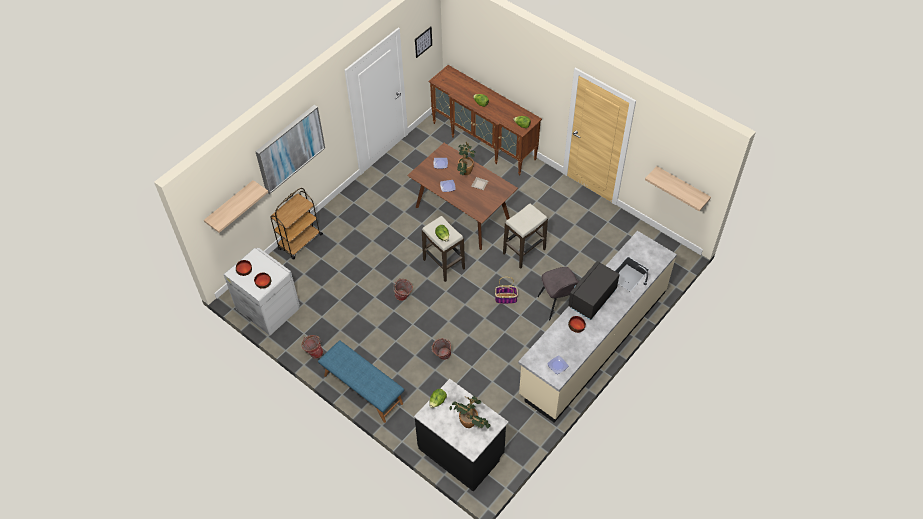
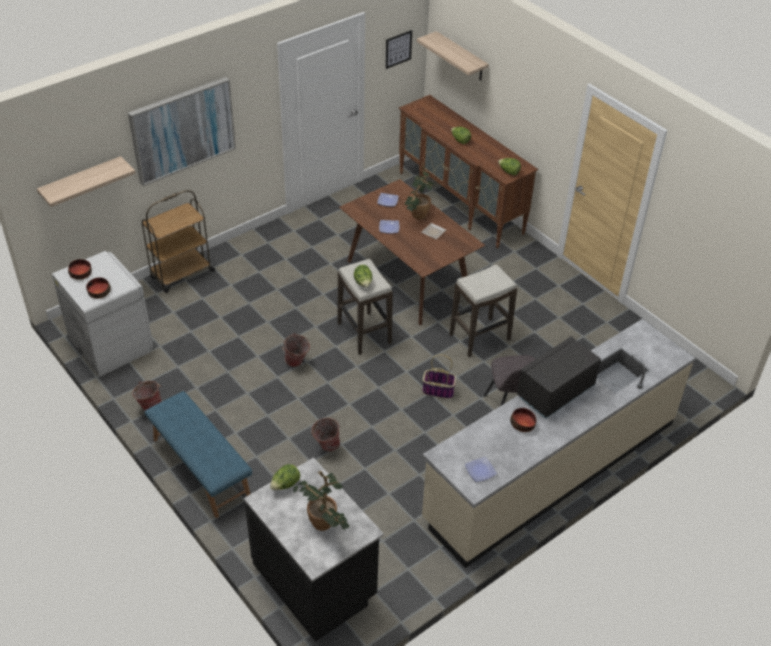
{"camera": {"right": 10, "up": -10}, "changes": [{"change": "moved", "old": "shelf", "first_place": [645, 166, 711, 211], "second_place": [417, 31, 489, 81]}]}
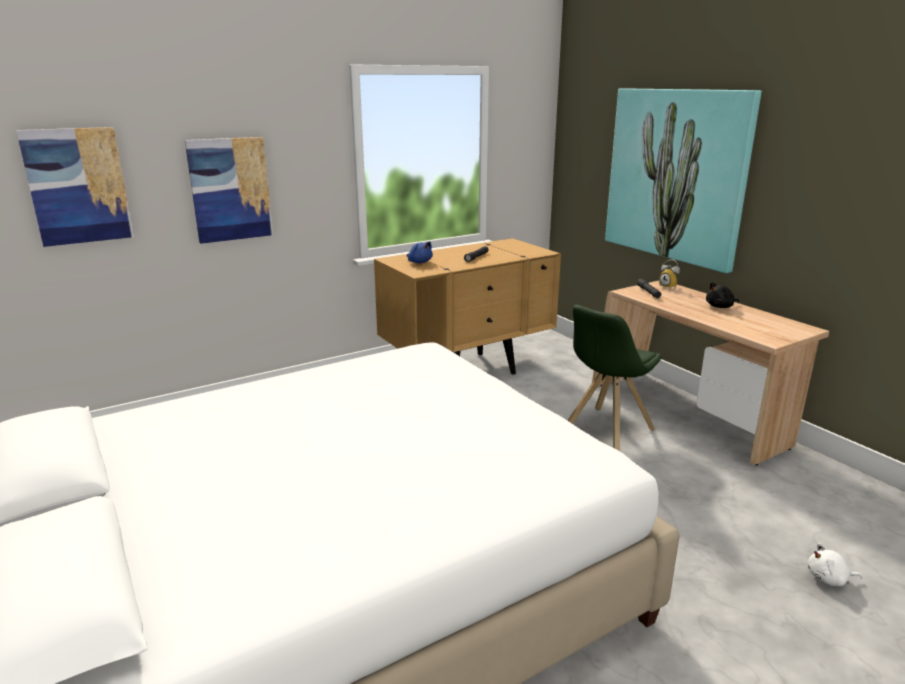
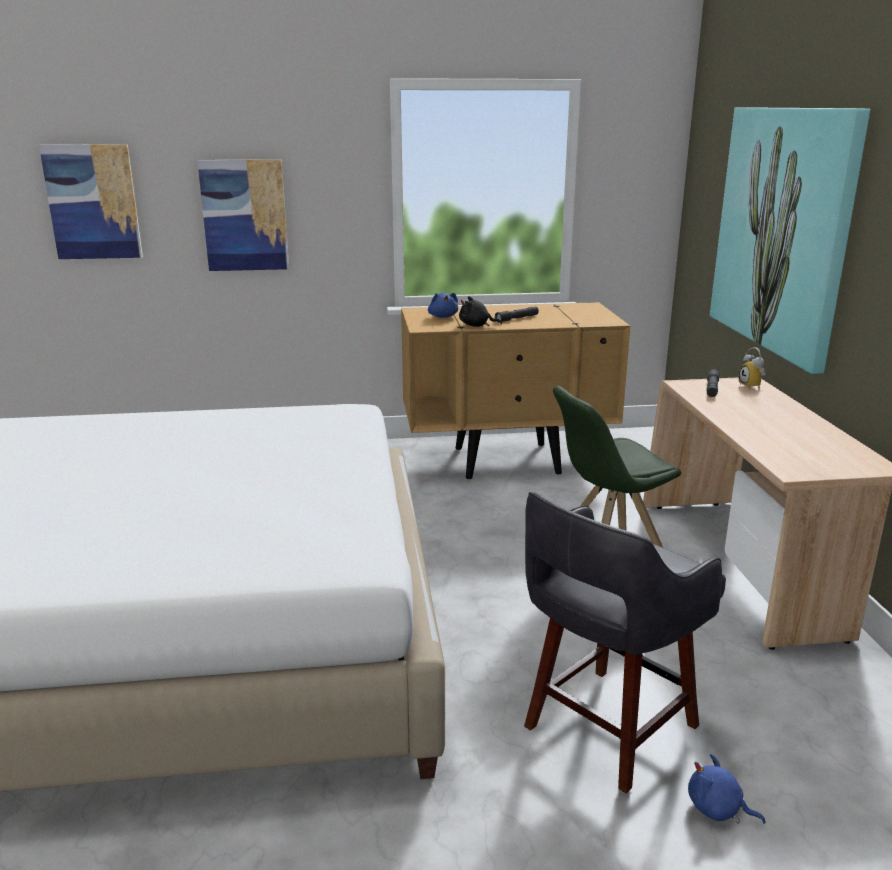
{"camera": {"right": 25, "up": 0}, "changes": [{"change": "moved", "old": "black plush toy", "first_place": [706, 282, 739, 308], "second_place": [459, 296, 502, 327]}, {"change": "added", "new": "grey stool", "second_place": [524, 492, 726, 793]}, {"change": "recoloured", "old": "white plush toy", "new": "blue plush toy", "first_place": [808, 543, 863, 586], "second_place": [688, 754, 766, 824]}]}
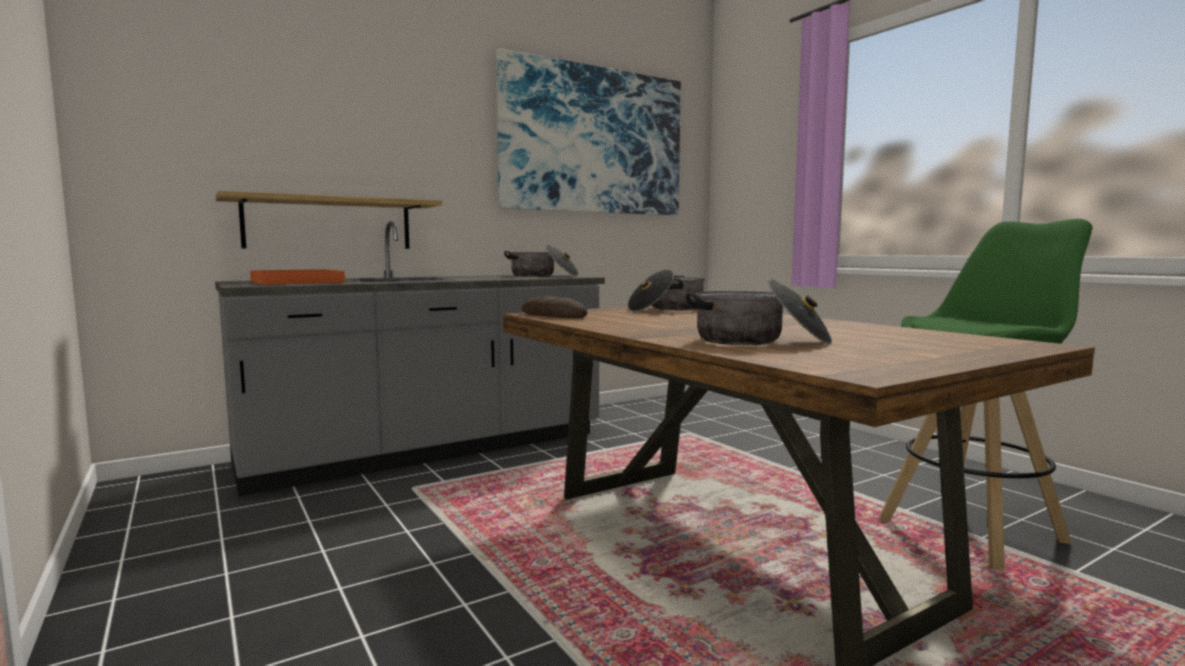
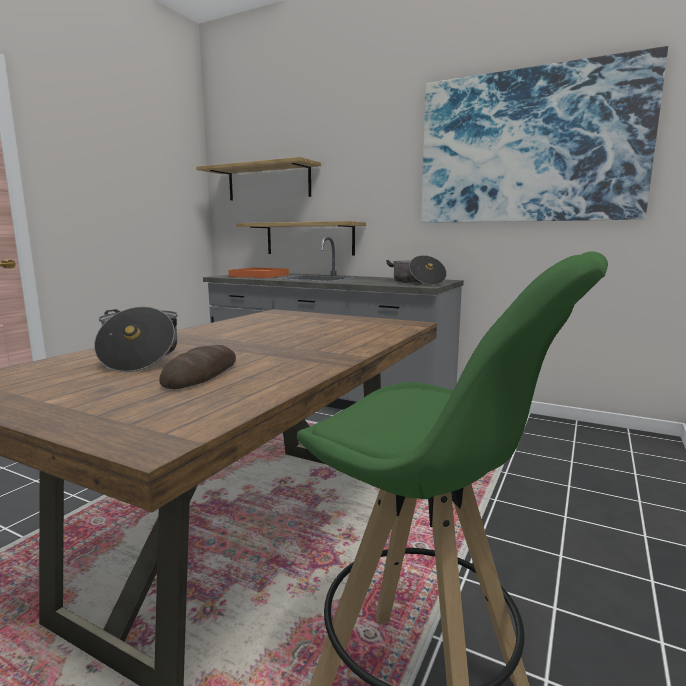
{"camera": {"right": 60, "up": 5}, "changes": [{"change": "moved", "old": "bread", "first_place": [522, 296, 587, 318], "second_place": [159, 345, 236, 389]}, {"change": "added", "new": "shelf", "second_place": [196, 157, 321, 200]}, {"change": "removed", "old": "cooking pot", "first_place": [628, 270, 705, 312]}]}
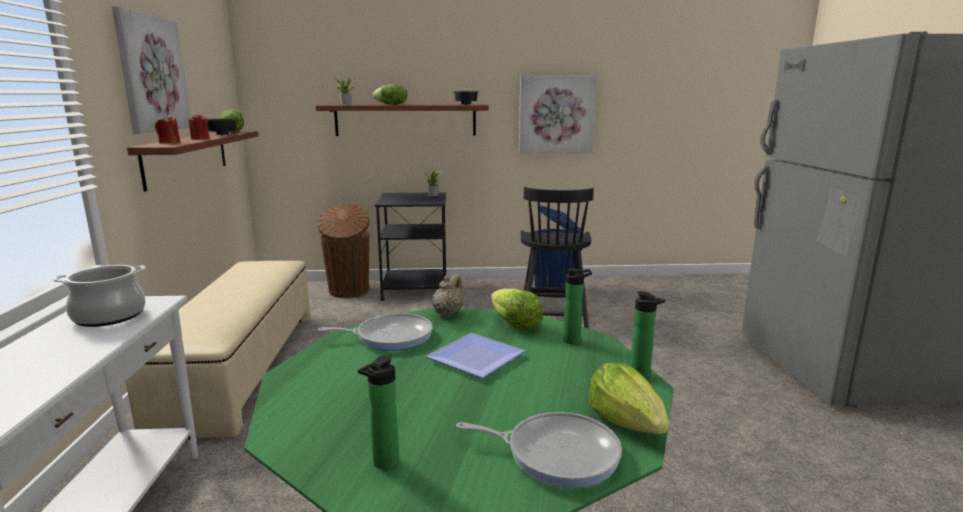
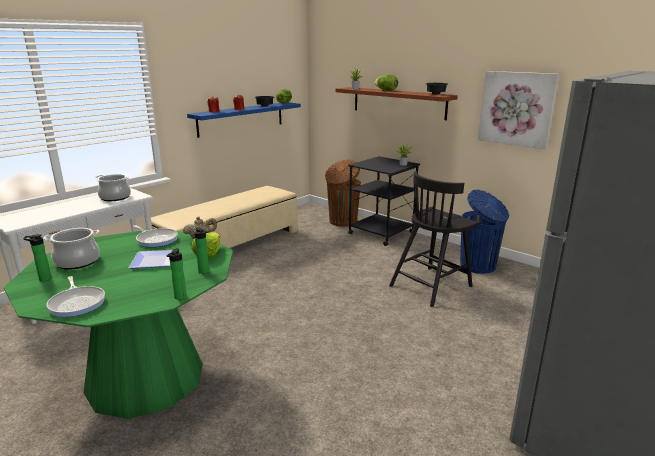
{"camera": {"right": 45, "up": 5}, "changes": [{"change": "added", "new": "cooking pot", "second_place": [43, 228, 100, 270]}, {"change": "recoloured", "old": "brown shelf", "new": "blue shelf", "first_place": [127, 131, 259, 192], "second_place": [187, 102, 301, 138]}, {"change": "removed", "old": "picture", "first_place": [112, 6, 191, 134]}, {"change": "removed", "old": "lettuce", "first_place": [589, 363, 669, 434]}]}
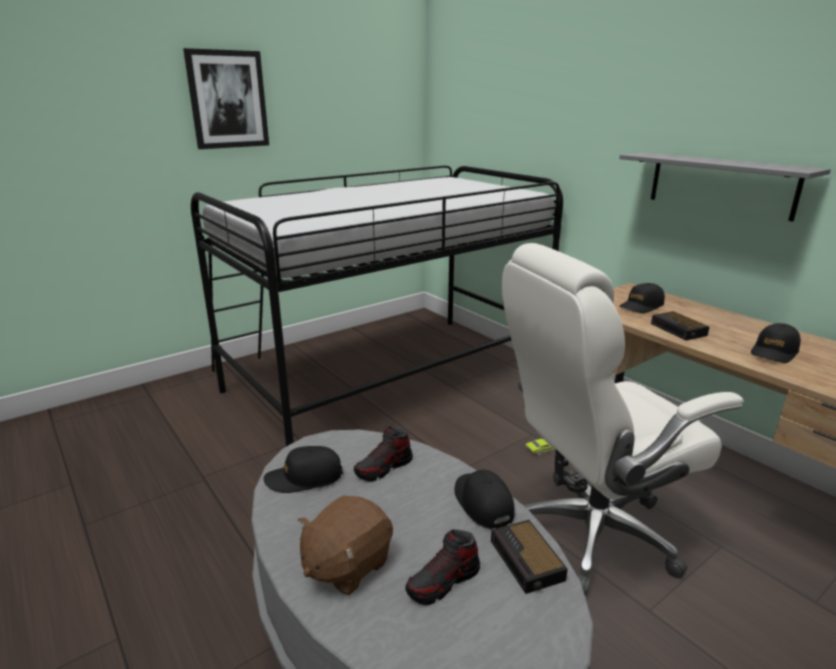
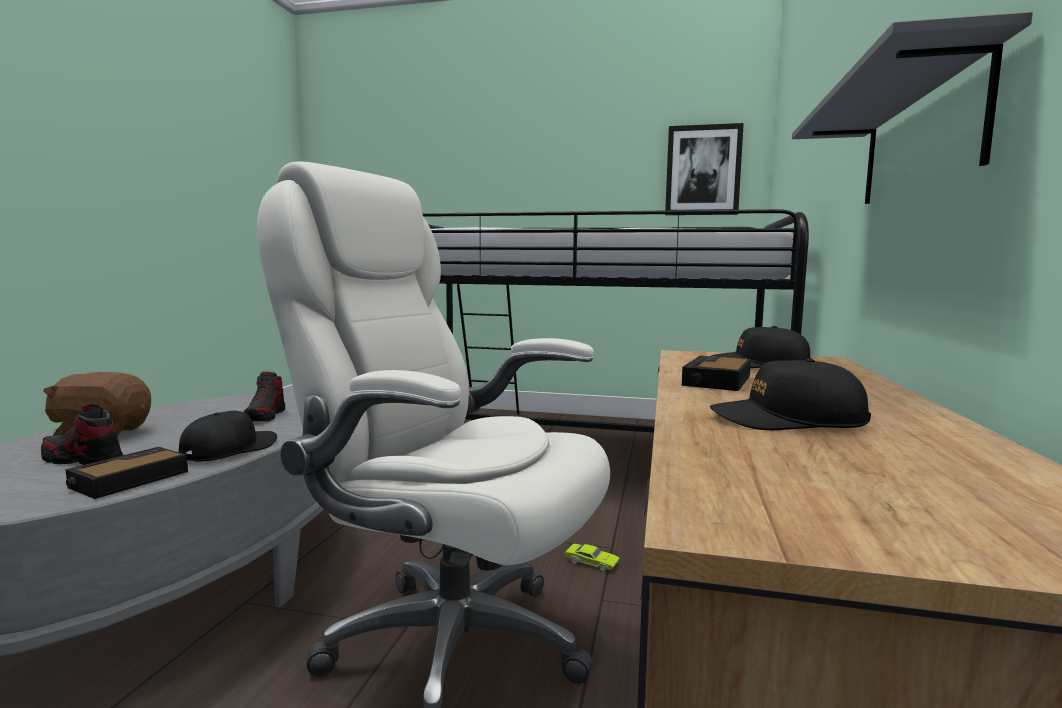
{"camera": {"right": 50, "up": -15}, "changes": [{"change": "turned", "old": "shoe", "first_place": [354, 427, 413, 482], "second_place": [244, 372, 285, 421], "degrees": -105}, {"change": "moved", "old": "picture", "first_place": [183, 48, 269, 149], "second_place": [665, 123, 744, 215]}, {"change": "removed", "old": "black cap", "first_place": [264, 446, 343, 493]}]}
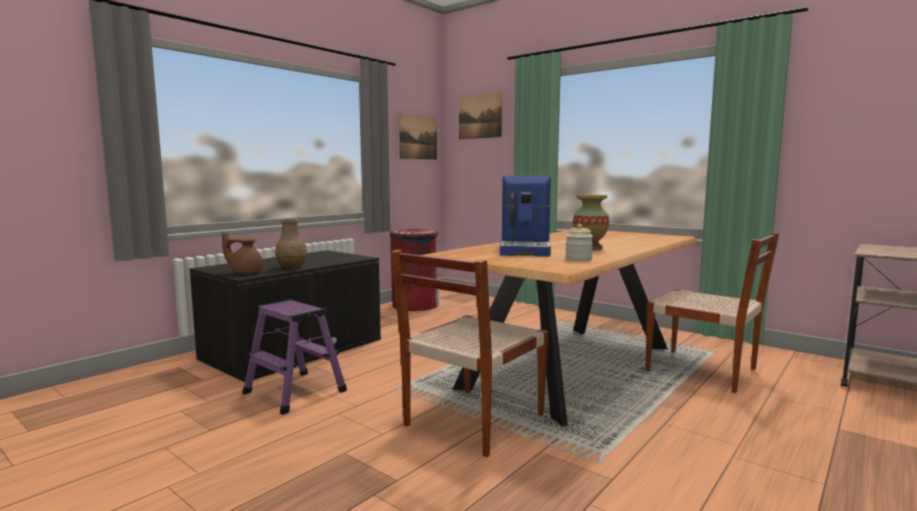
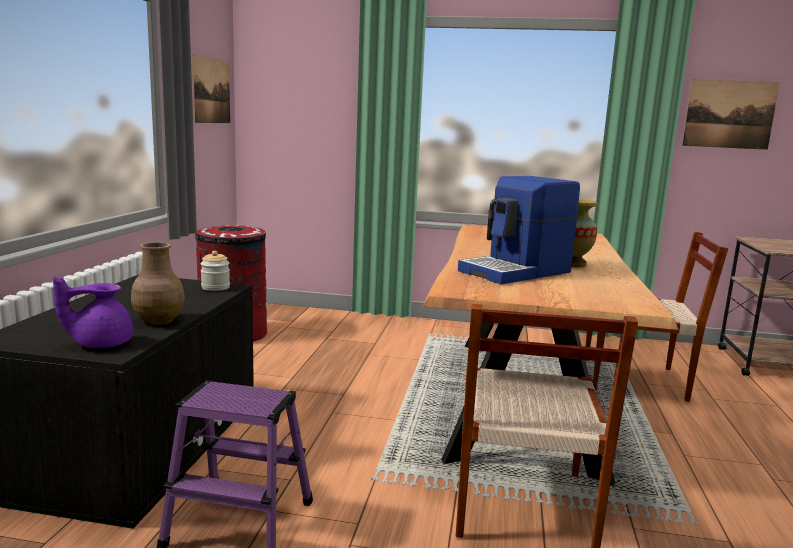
{"camera": {"right": -30, "up": 5}, "changes": [{"change": "recoloured", "old": "brown teapot", "new": "purple teapot", "first_place": [222, 231, 264, 274], "second_place": [53, 276, 133, 348]}, {"change": "moved", "old": "jar", "first_place": [565, 224, 593, 261], "second_place": [200, 251, 230, 291]}, {"change": "turned", "old": "coffee machine", "first_place": [500, 176, 551, 256], "second_place": [458, 176, 580, 284], "degrees": 75}, {"change": "moved", "old": "picture", "first_place": [459, 91, 502, 140], "second_place": [682, 79, 780, 150]}]}
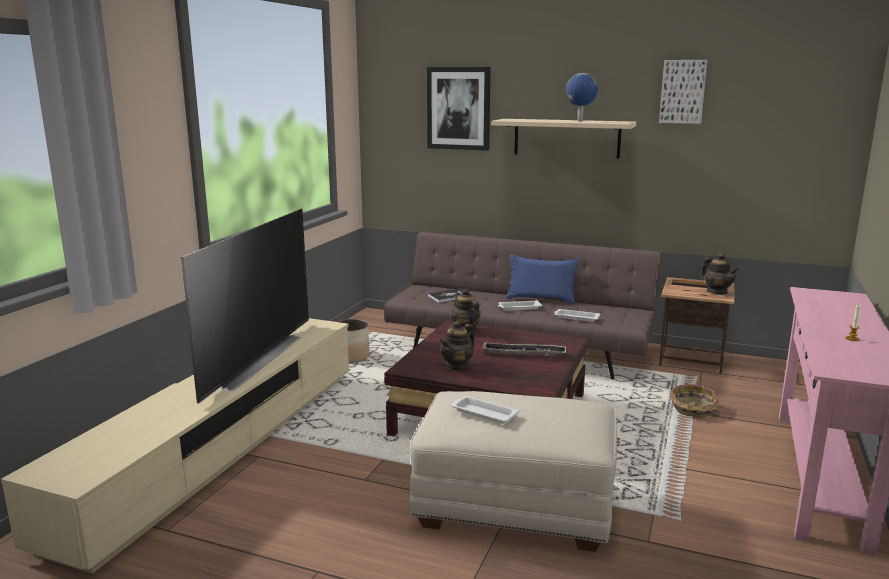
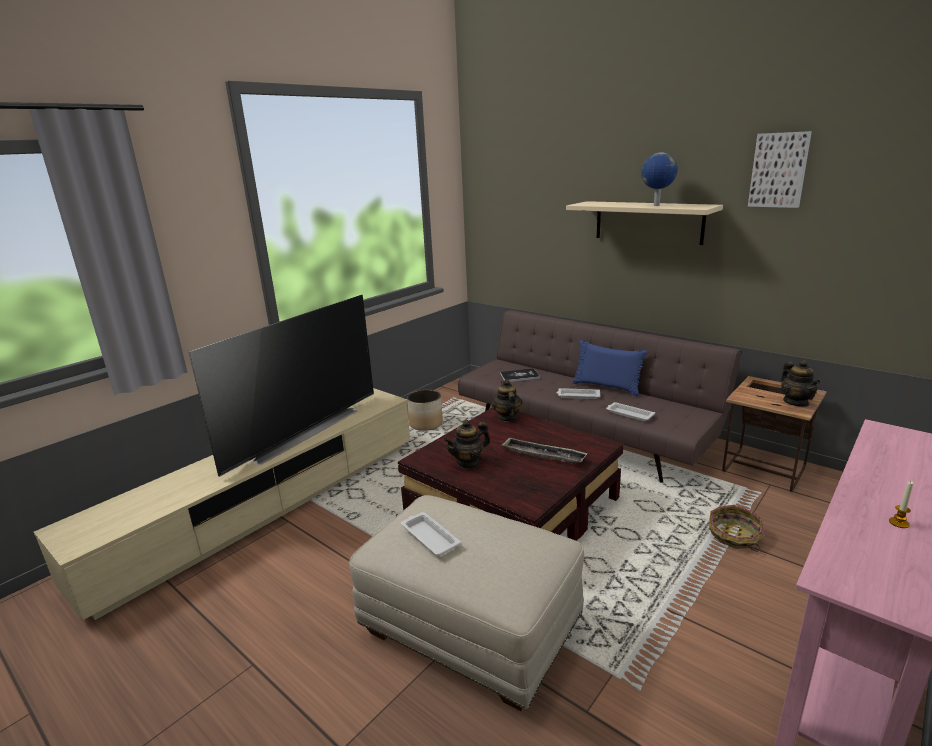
{"camera": {"right": 20, "up": 5}, "changes": [{"change": "removed", "old": "picture", "first_place": [427, 67, 491, 151]}]}
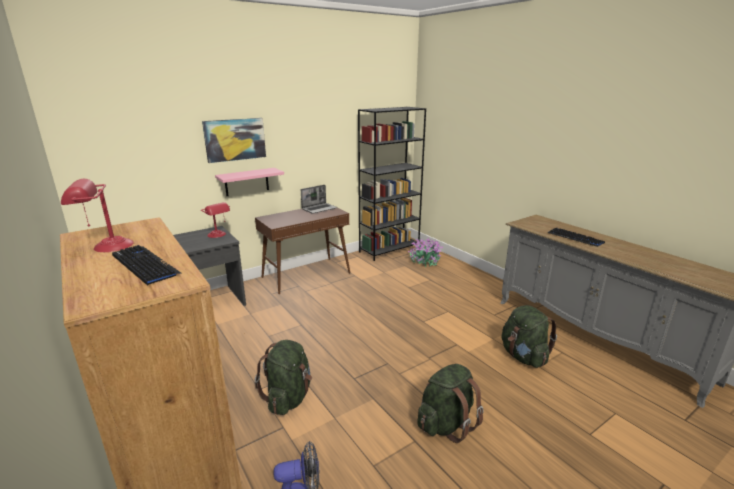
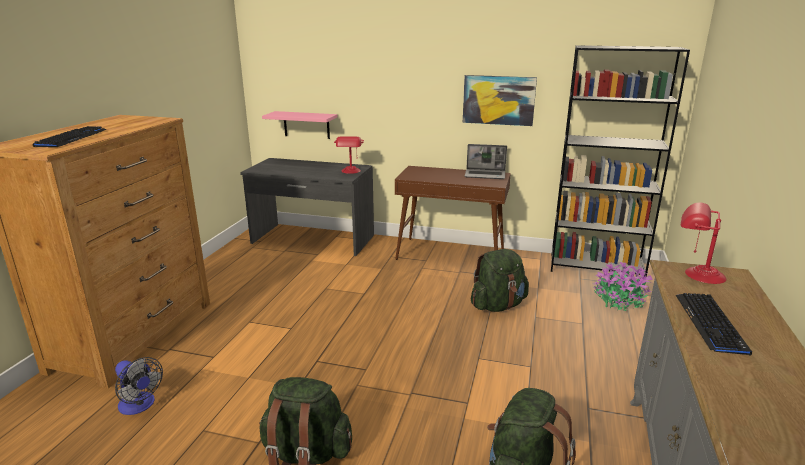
{"camera": {"right": 50, "up": 0}, "changes": [{"change": "moved", "old": "pink shelf", "first_place": [215, 168, 284, 196], "second_place": [262, 111, 337, 139]}, {"change": "moved", "old": "picture", "first_place": [202, 118, 266, 163], "second_place": [463, 75, 537, 126]}, {"change": "moved", "old": "green backpack", "first_place": [254, 340, 312, 415], "second_place": [471, 249, 529, 312]}, {"change": "moved", "old": "red table lamp", "first_place": [61, 179, 134, 252], "second_place": [681, 202, 726, 284]}]}
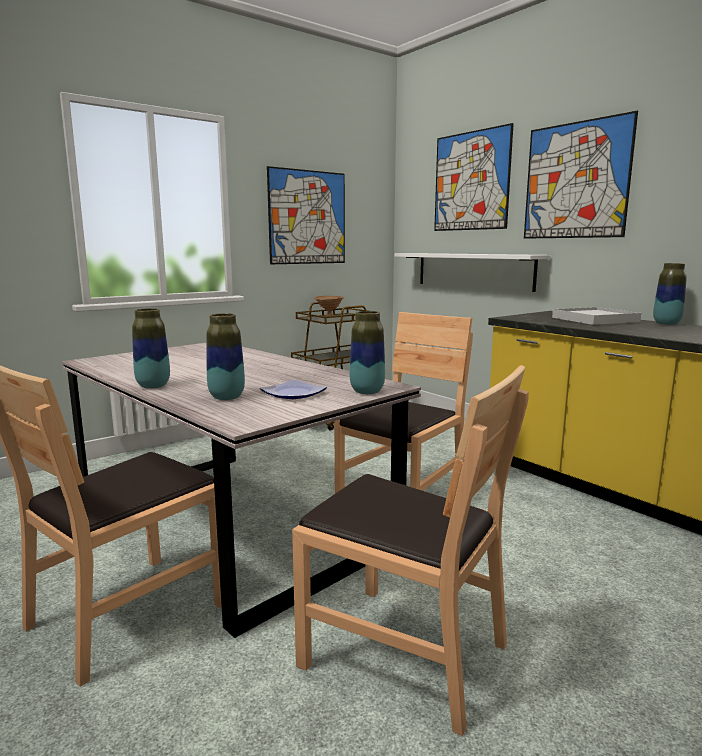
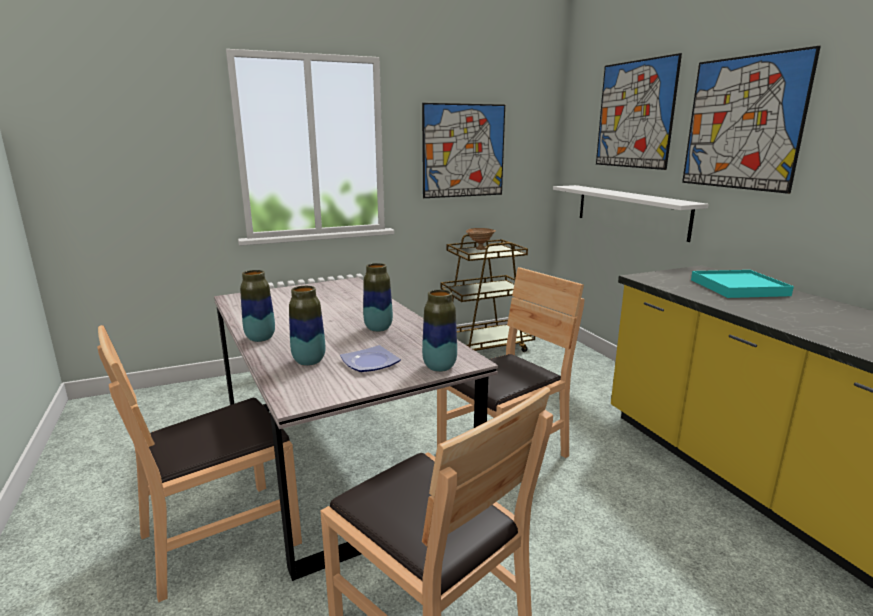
{"camera": {"right": 15, "up": 5}, "changes": [{"change": "moved", "old": "vase", "first_place": [653, 263, 687, 325], "second_place": [363, 263, 393, 332]}, {"change": "recoloured", "old": "white tray", "new": "turquoise tray", "first_place": [552, 307, 641, 325], "second_place": [691, 270, 794, 298]}]}
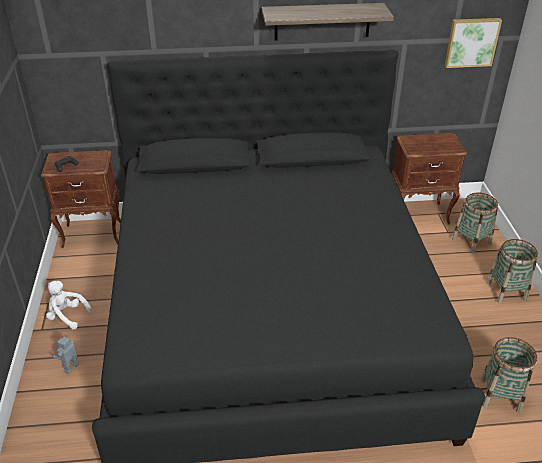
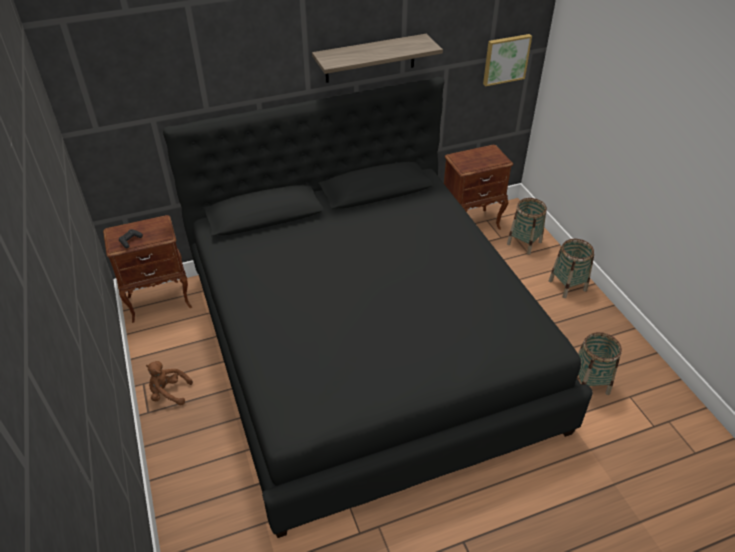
{"camera": {"right": -15, "up": 5}, "changes": [{"change": "recoloured", "old": "white plush toy", "new": "brown plush toy", "first_place": [46, 281, 92, 329], "second_place": [146, 361, 193, 406]}, {"change": "removed", "old": "toy robot", "first_place": [53, 336, 79, 374]}]}
